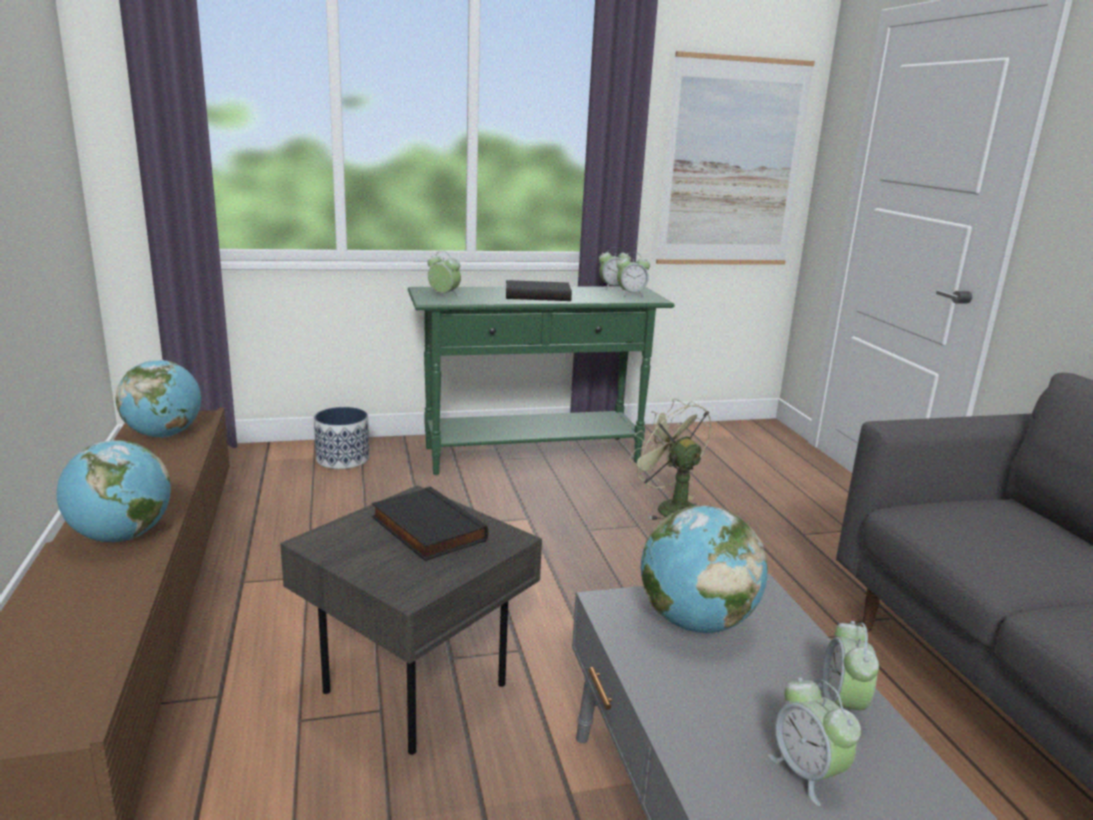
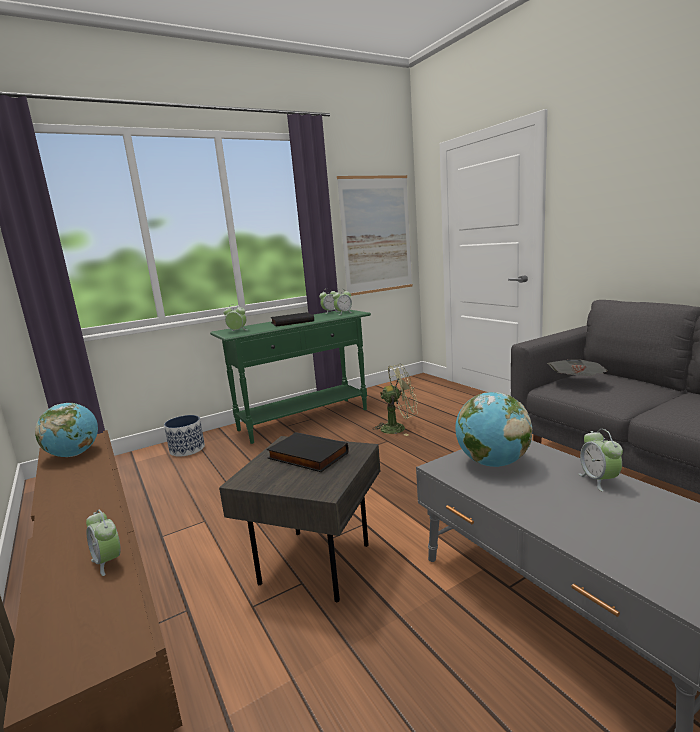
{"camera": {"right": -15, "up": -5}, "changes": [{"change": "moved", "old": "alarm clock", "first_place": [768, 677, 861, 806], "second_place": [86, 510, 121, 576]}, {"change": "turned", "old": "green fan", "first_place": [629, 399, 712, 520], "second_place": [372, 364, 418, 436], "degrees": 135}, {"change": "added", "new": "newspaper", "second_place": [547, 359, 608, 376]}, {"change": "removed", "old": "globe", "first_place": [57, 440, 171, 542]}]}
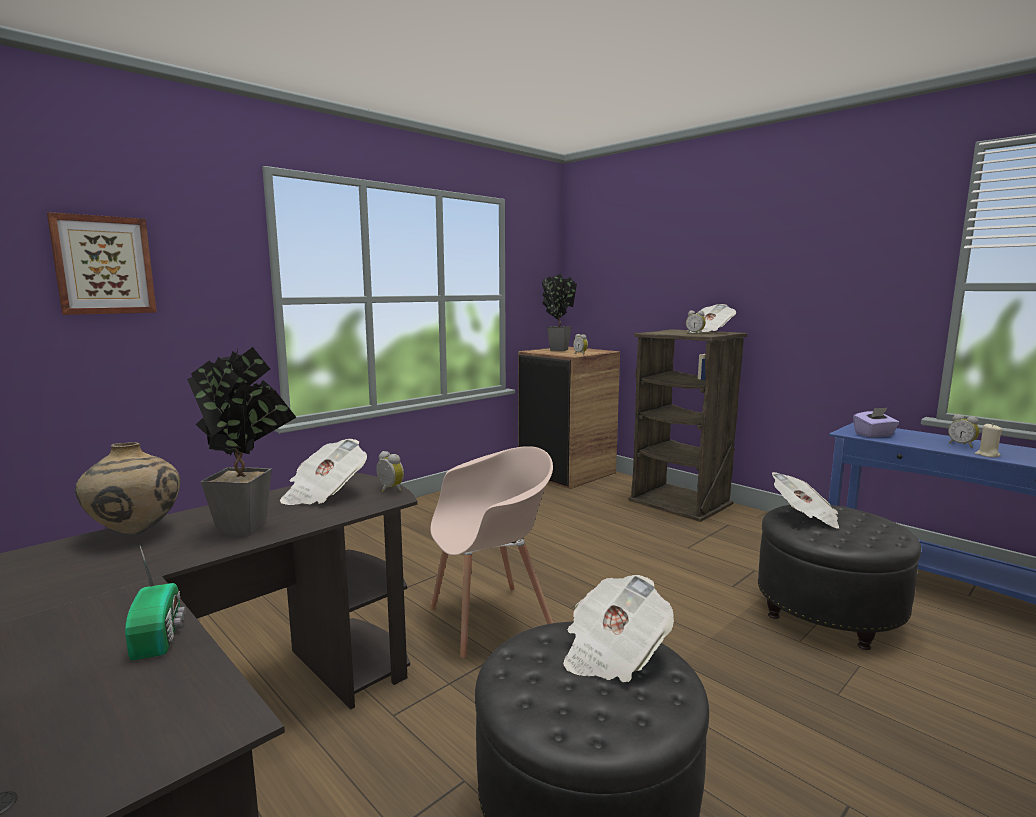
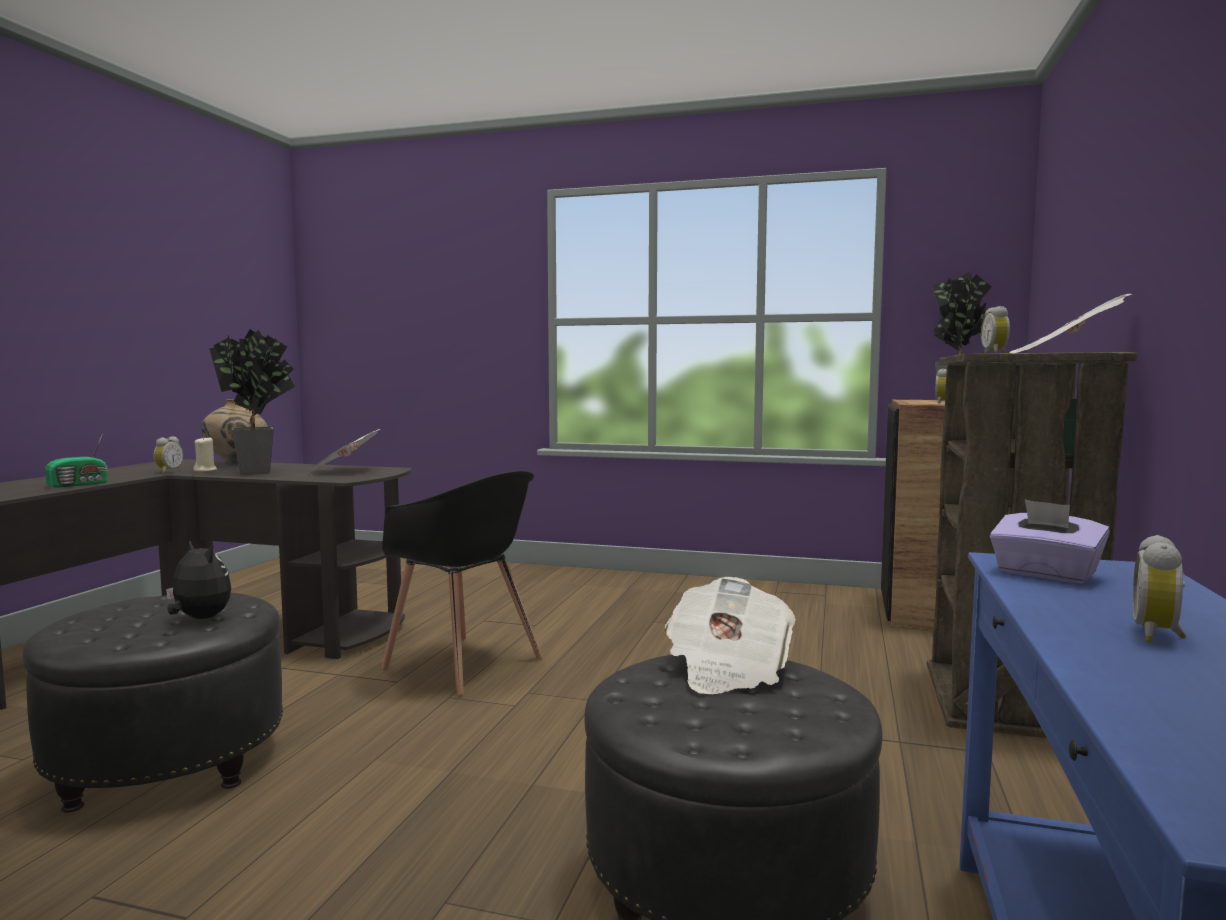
{"camera": {"right": 60, "up": -5}, "changes": [{"change": "moved", "old": "alarm clock", "first_place": [376, 451, 404, 492], "second_place": [154, 436, 183, 474]}, {"change": "replaced", "old": "newspaper", "new": "plush toy", "first_place": [563, 575, 674, 682], "second_place": [166, 540, 231, 619]}, {"change": "moved", "old": "beige candle", "first_place": [975, 423, 1003, 457], "second_place": [193, 436, 217, 472]}, {"change": "recoloured", "old": "beige chair", "new": "black chair", "first_place": [430, 446, 553, 658], "second_place": [381, 471, 543, 696]}, {"change": "removed", "old": "picture", "first_place": [47, 212, 157, 315]}]}
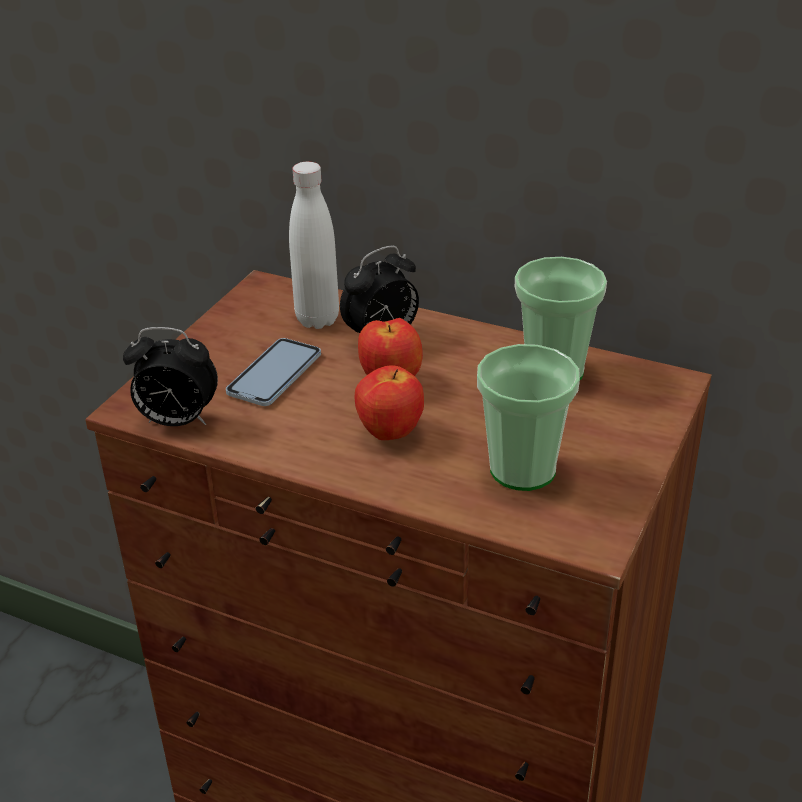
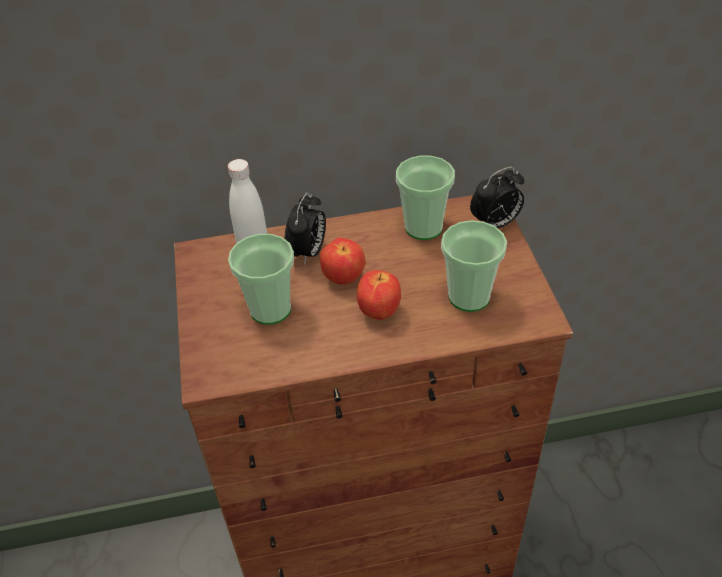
{"camera": {"right": -35, "up": 10}, "changes": [{"change": "replaced", "old": "phone", "new": "cup", "first_place": [226, 338, 321, 406], "second_place": [228, 234, 294, 325]}, {"change": "moved", "old": "alarm clock", "first_place": [123, 327, 218, 426], "second_place": [470, 167, 524, 228]}]}
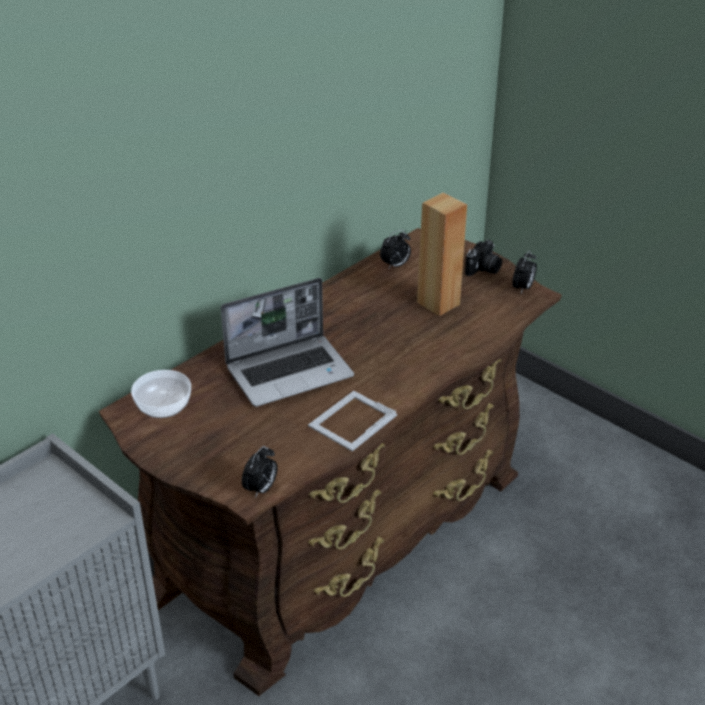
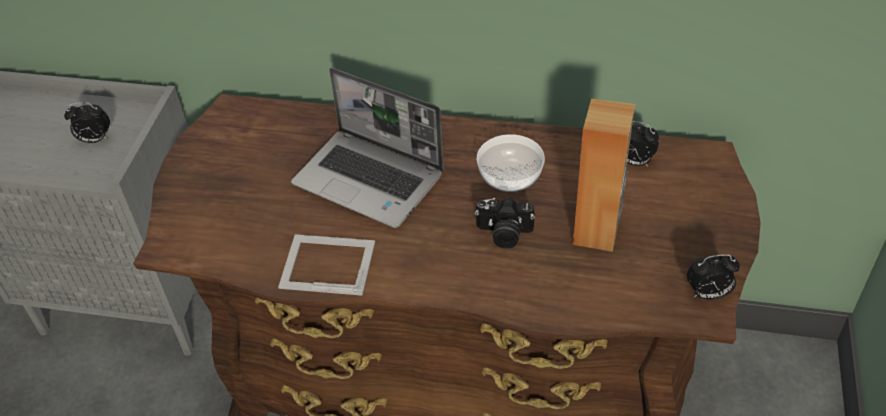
{"camera": {"right": 60, "up": 10}, "changes": [{"change": "moved", "old": "alarm clock", "first_place": [242, 446, 278, 498], "second_place": [64, 102, 110, 143]}, {"change": "moved", "old": "photo camera", "first_place": [465, 240, 502, 276], "second_place": [475, 197, 535, 249]}, {"change": "moved", "old": "bowl", "first_place": [131, 370, 191, 418], "second_place": [477, 134, 545, 192]}]}
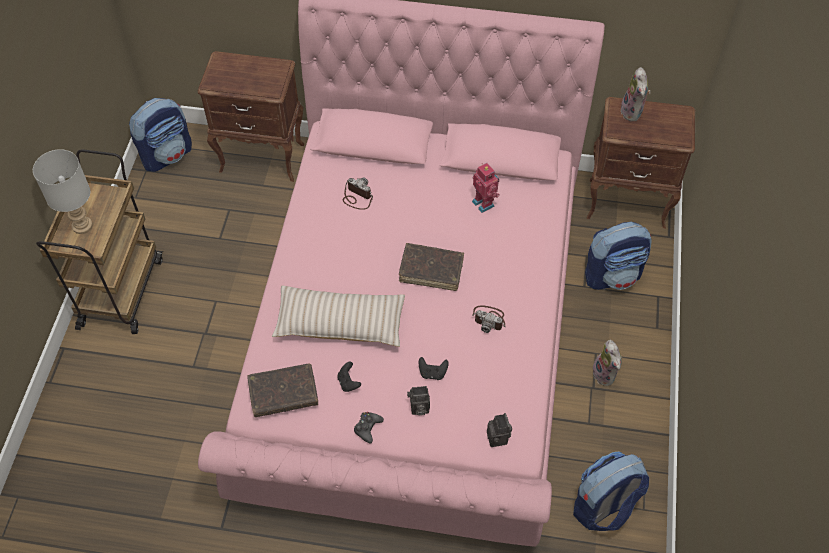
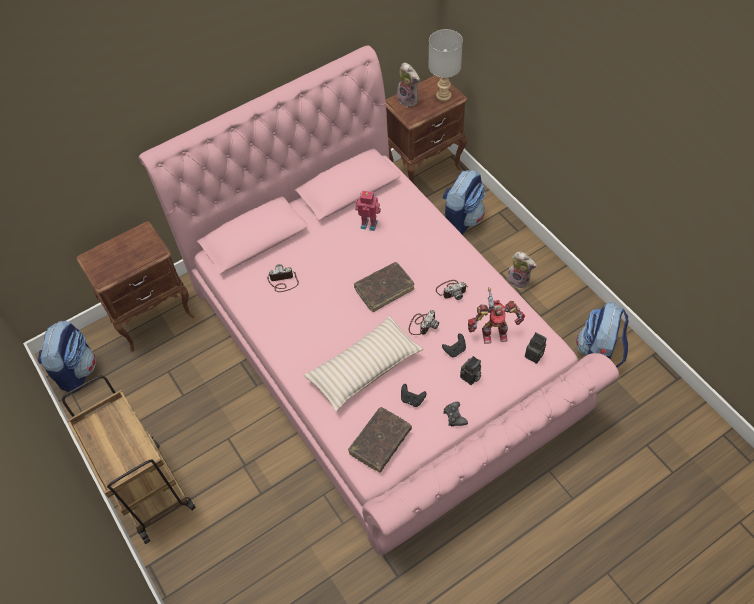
{"camera": {"right": -40, "up": 0}, "changes": [{"change": "added", "new": "photo camera", "second_place": [409, 310, 439, 335]}, {"change": "moved", "old": "grey table lamp", "first_place": [33, 149, 93, 234], "second_place": [428, 29, 463, 102]}, {"change": "added", "new": "toy robot", "second_place": [468, 287, 525, 344]}]}
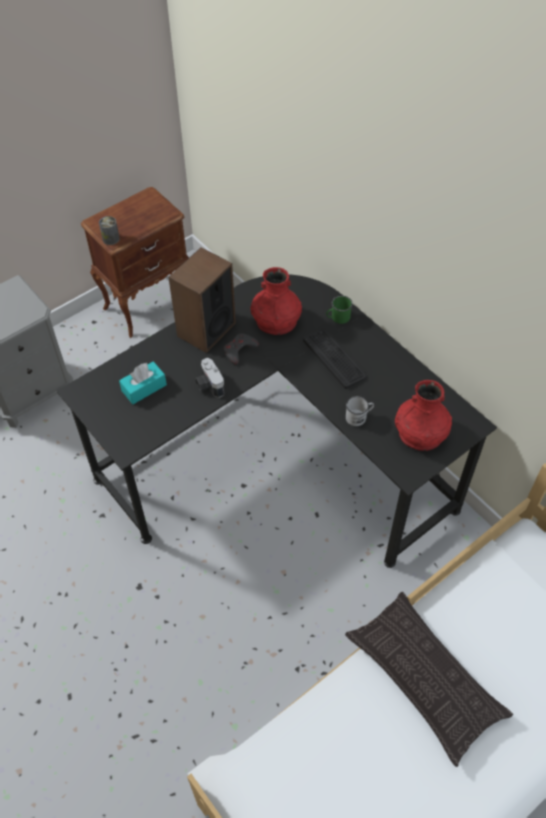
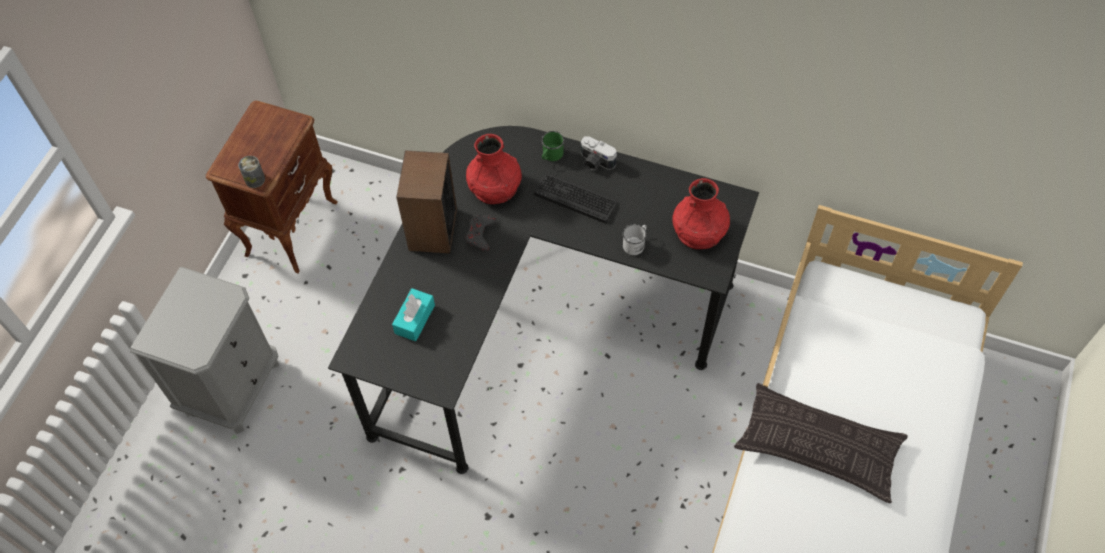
{"camera": {"right": -30, "up": 5}, "changes": [{"change": "moved", "old": "photo camera", "first_place": [195, 358, 225, 398], "second_place": [581, 137, 617, 171]}]}
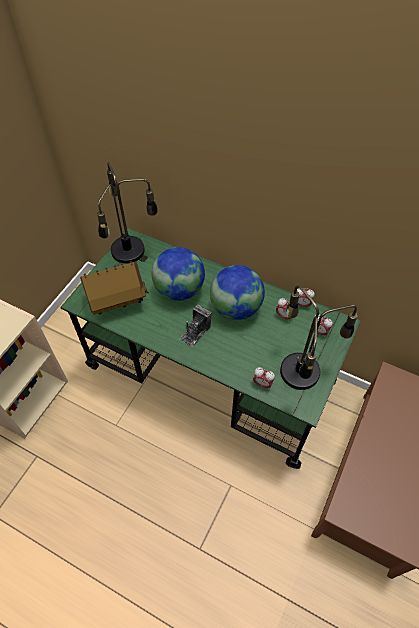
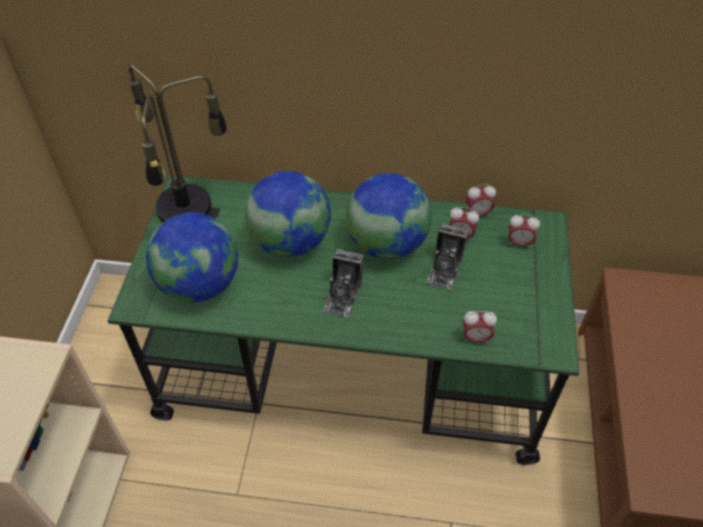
{"camera": {"right": -20, "up": -5}, "changes": [{"change": "replaced", "old": "toy house", "new": "globe", "first_place": [80, 261, 149, 315], "second_place": [146, 212, 238, 303]}, {"change": "added", "new": "photo camera", "second_place": [426, 223, 468, 290]}, {"change": "removed", "old": "table lamp", "first_place": [280, 286, 357, 390]}]}
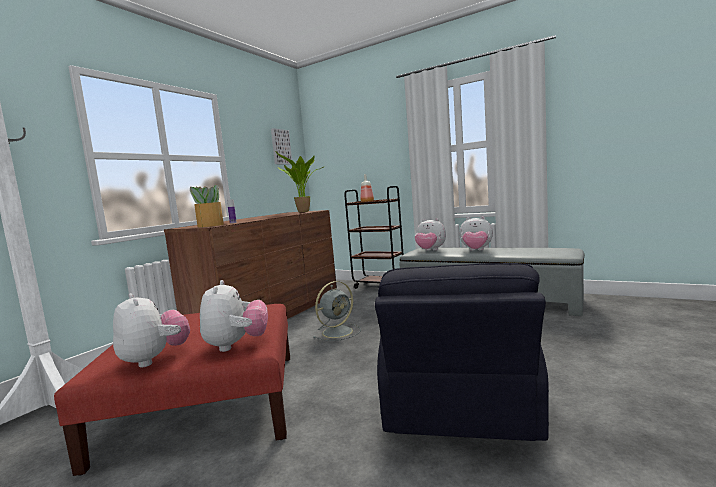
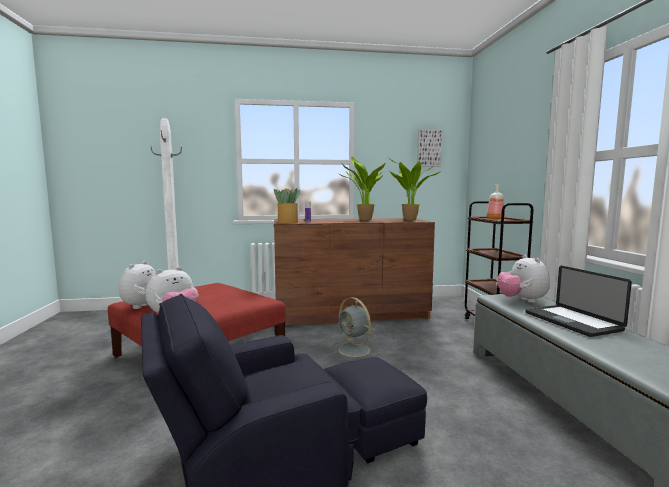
{"camera": {"right": 50, "up": 0}, "changes": [{"change": "turned", "old": "grey fan", "first_place": [313, 281, 361, 341], "second_place": [331, 297, 380, 361], "degrees": 45}, {"change": "added", "new": "potted plant", "second_place": [341, 157, 385, 221]}, {"change": "replaced", "old": "plush toy", "new": "laptop", "first_place": [460, 216, 493, 251], "second_place": [526, 266, 632, 337]}]}
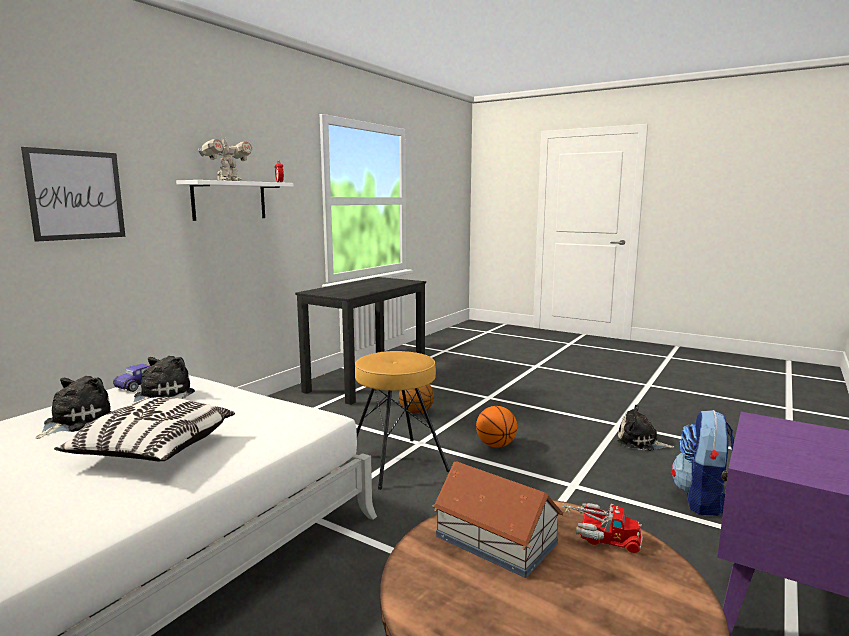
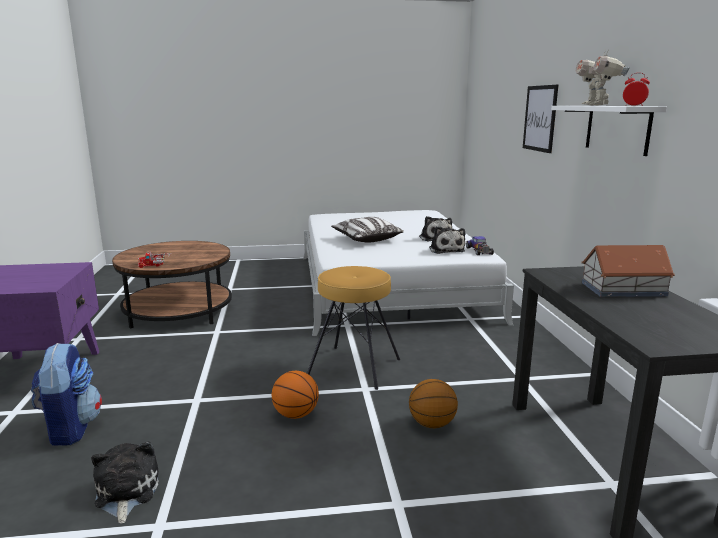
{"camera": {"right": 140, "up": 5}, "changes": [{"change": "turned", "old": "plush toy", "first_place": [617, 405, 674, 451], "second_place": [91, 441, 159, 524], "degrees": -90}, {"change": "moved", "old": "toy house", "first_place": [432, 461, 564, 578], "second_place": [581, 245, 675, 297]}]}
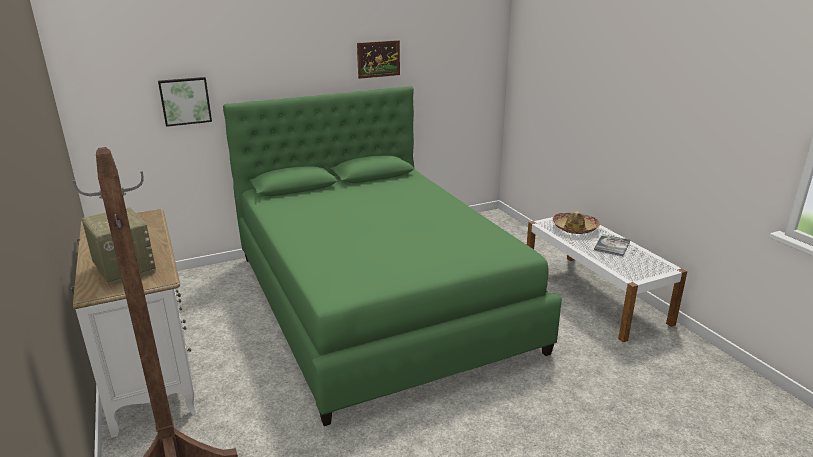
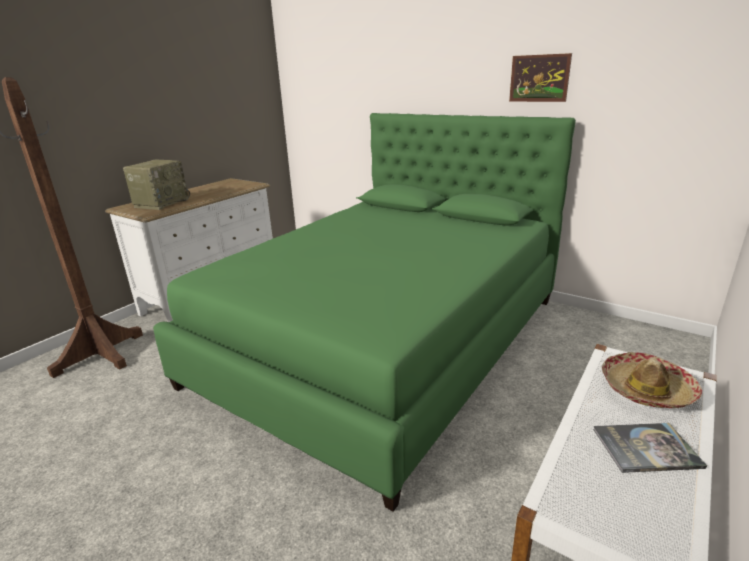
{"camera": {"right": 60, "up": 0}, "changes": [{"change": "removed", "old": "picture", "first_place": [158, 77, 212, 127]}]}
